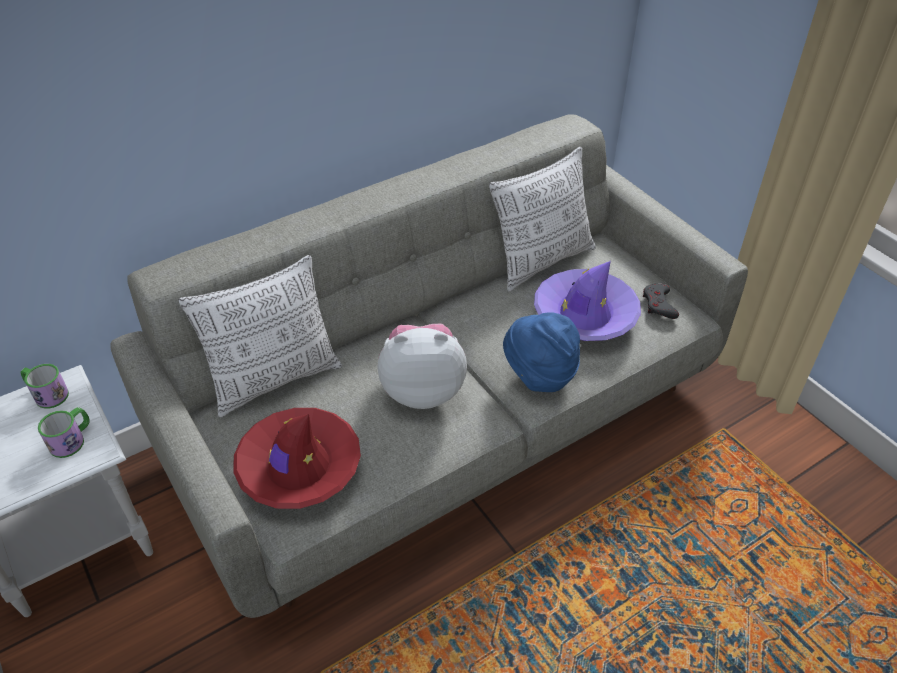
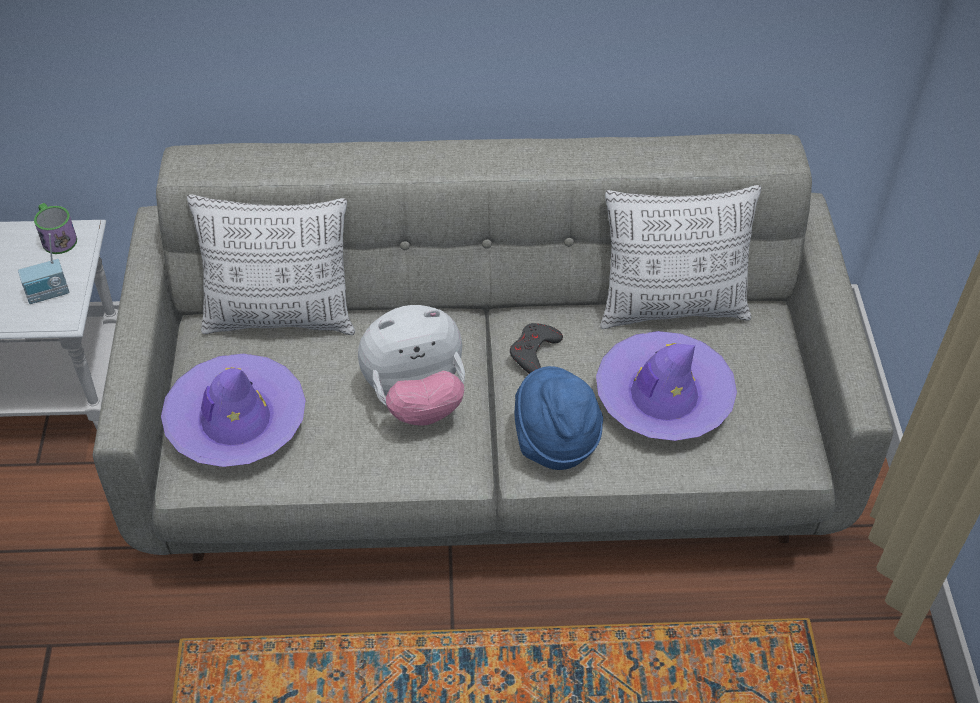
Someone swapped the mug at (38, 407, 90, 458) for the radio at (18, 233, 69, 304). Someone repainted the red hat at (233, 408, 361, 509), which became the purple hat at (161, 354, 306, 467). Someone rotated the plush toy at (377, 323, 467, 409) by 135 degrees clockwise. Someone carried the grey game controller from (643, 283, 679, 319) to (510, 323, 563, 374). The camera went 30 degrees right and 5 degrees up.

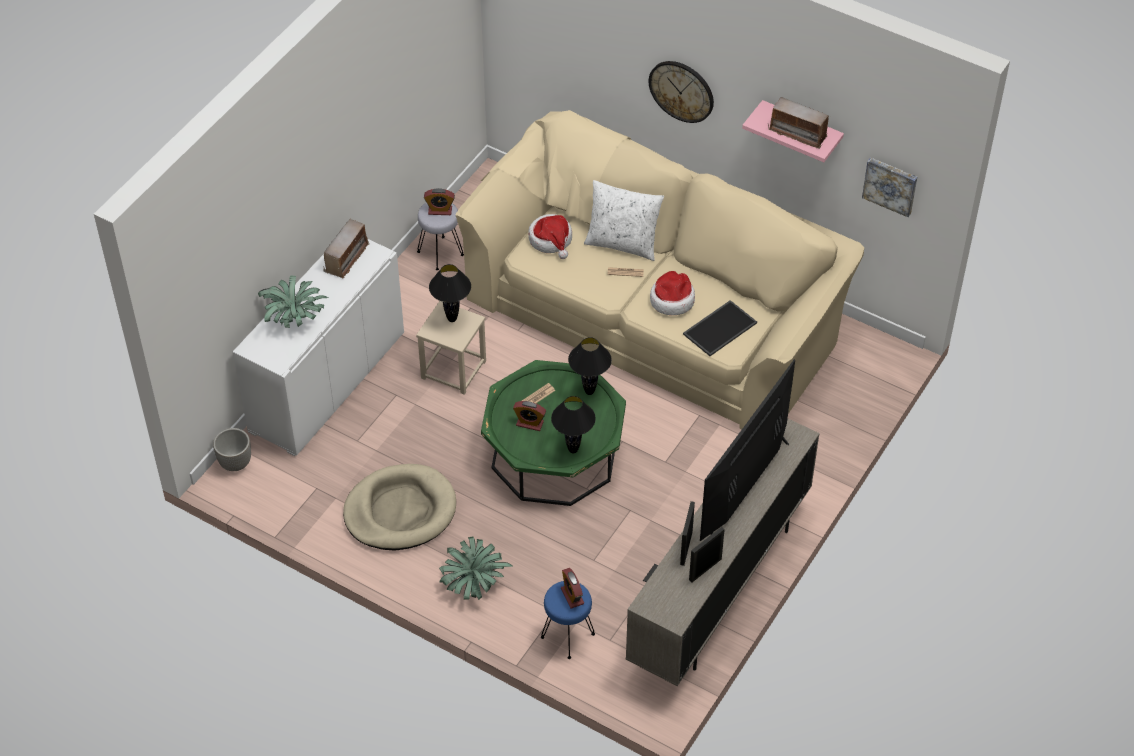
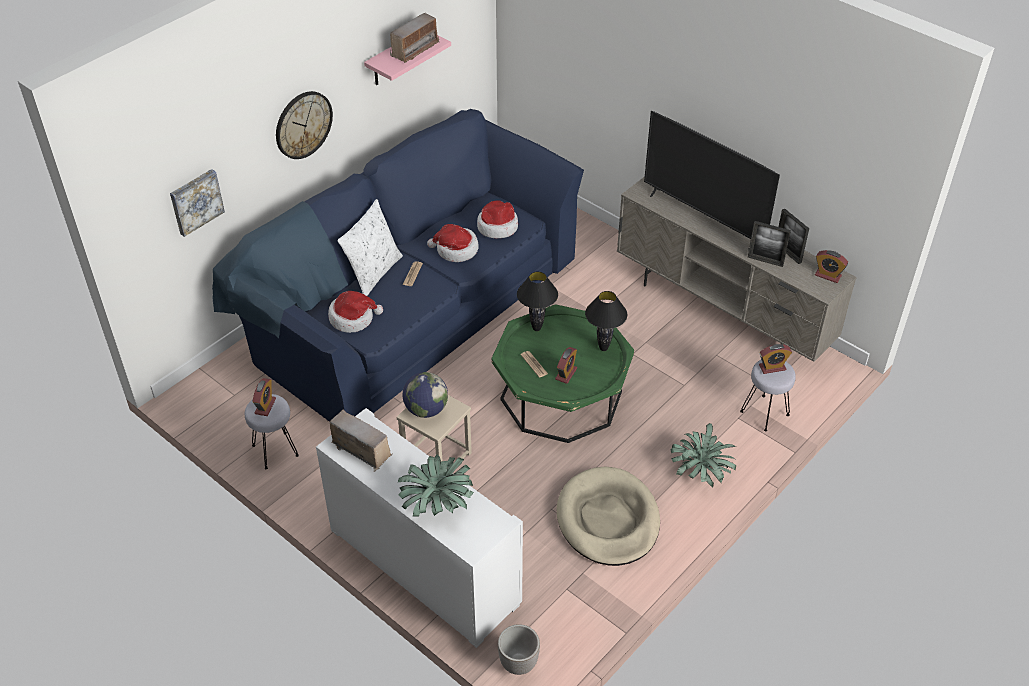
Someone carried the picture from (862, 157, 917, 217) to (170, 169, 225, 237). Someone repainted the beige sofa at (455, 110, 864, 429), which became the blue sofa at (212, 109, 584, 422). Someone swapped the black table lamp at (429, 264, 471, 322) for the globe at (402, 372, 448, 418). Someone swapped the tray at (683, 300, 757, 356) for the hat at (477, 200, 518, 238). Someone repainted the blue stool at (541, 581, 595, 659), which became the grey stool at (740, 360, 796, 431). Someone put down the alarm clock at (815, 250, 848, 283). The camera went 80 degrees left and 5 degrees down.

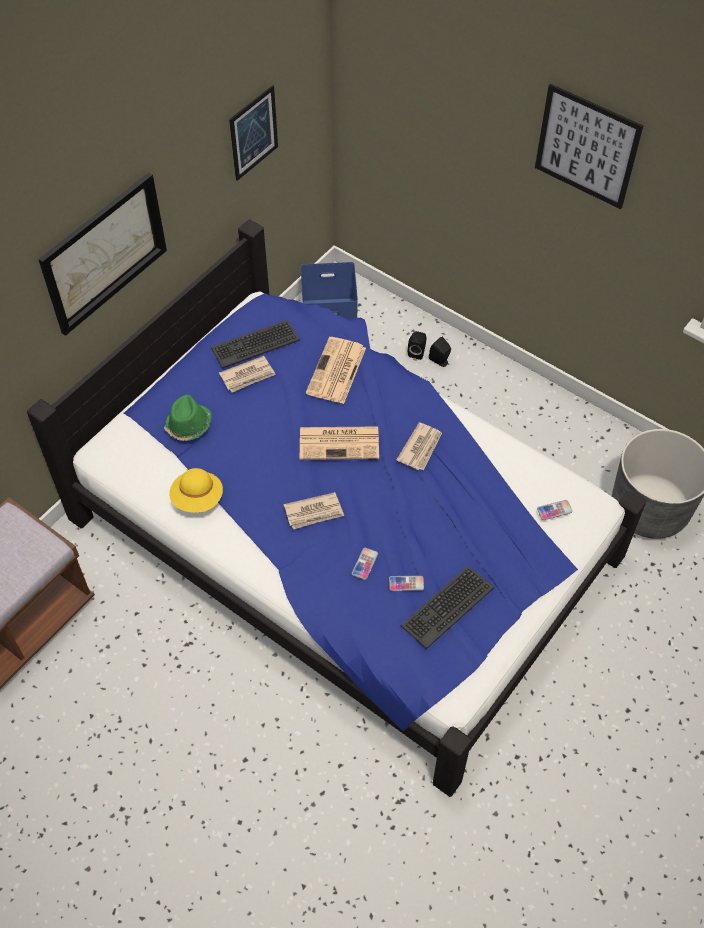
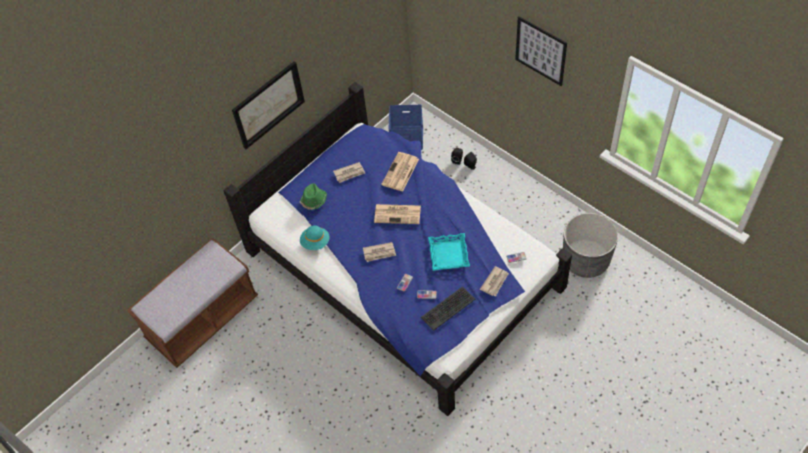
Someone repainted the yellow hat at (169, 468, 223, 513), which became the turquoise hat at (300, 225, 329, 250). Someone put down the turquoise tray at (428, 233, 470, 271). Someone carried the newspaper from (397, 422, 442, 470) to (480, 266, 509, 296). Someone took away the keyboard at (211, 320, 300, 369). Someone took away the picture at (229, 85, 278, 181). The camera went 10 degrees right and 0 degrees up.

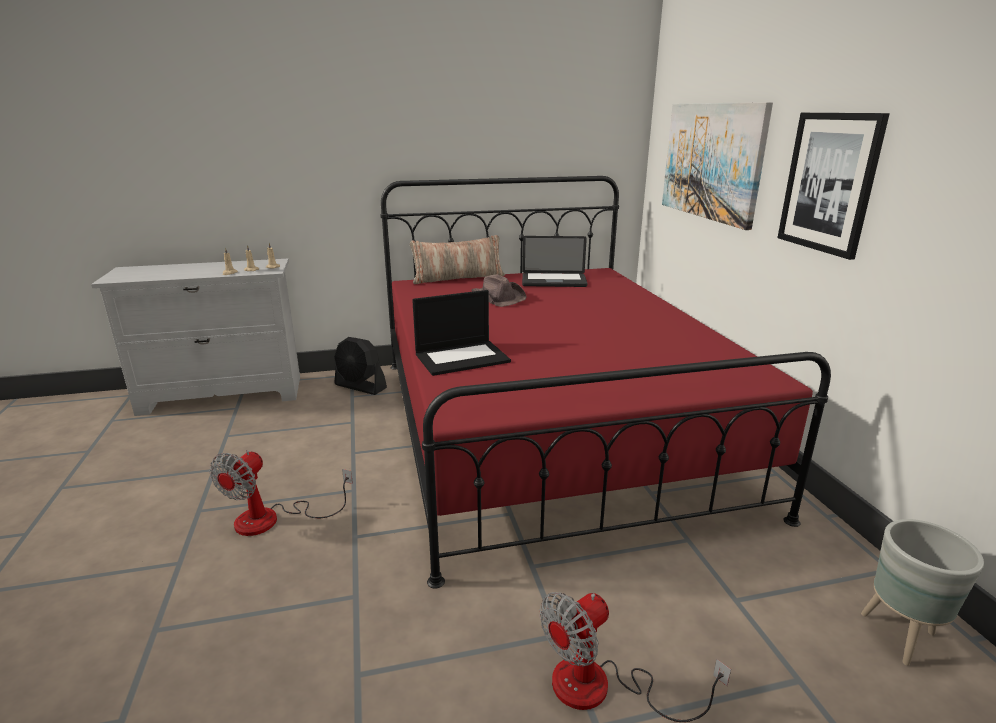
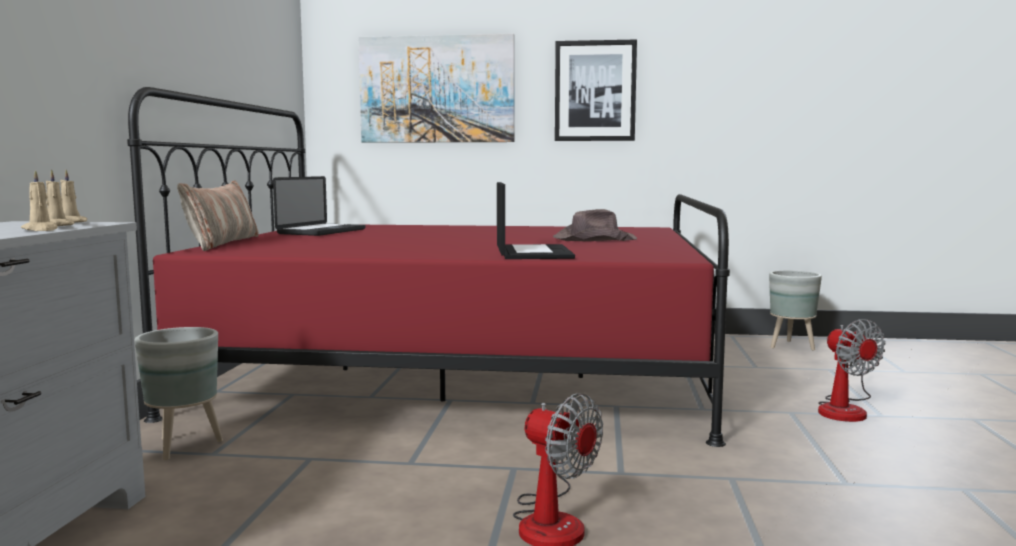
Someone swapped the black fan at (334, 337, 387, 395) for the grey planter at (135, 327, 223, 460). Someone carried the brown hat from (471, 274, 527, 307) to (553, 209, 637, 241). The camera went 70 degrees left and 15 degrees down.

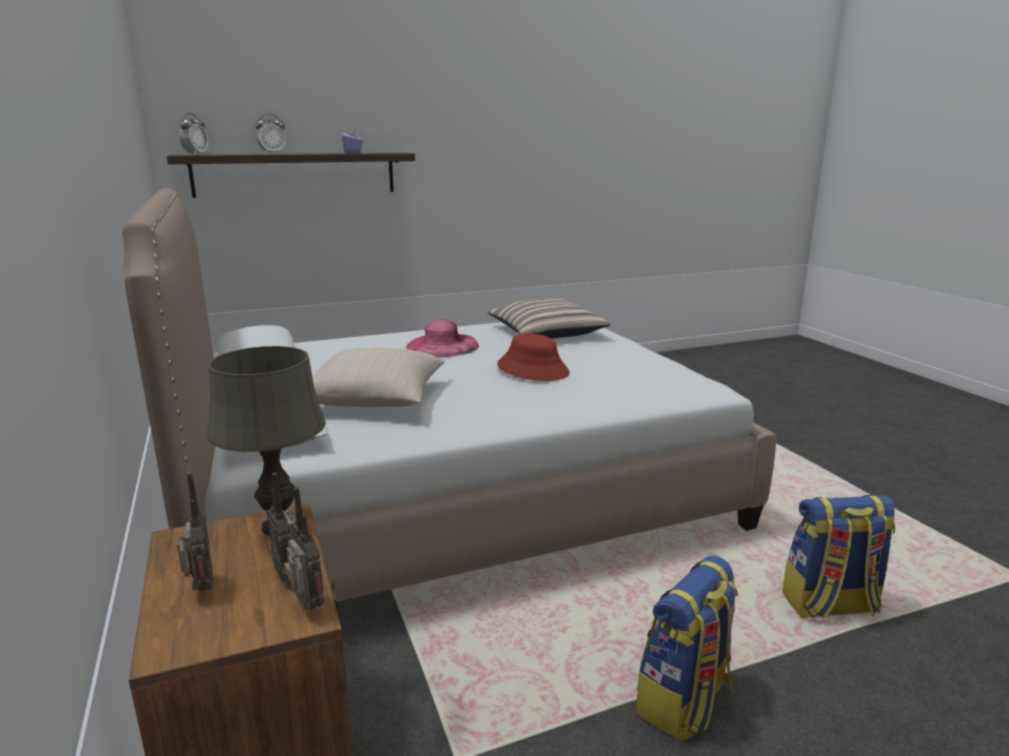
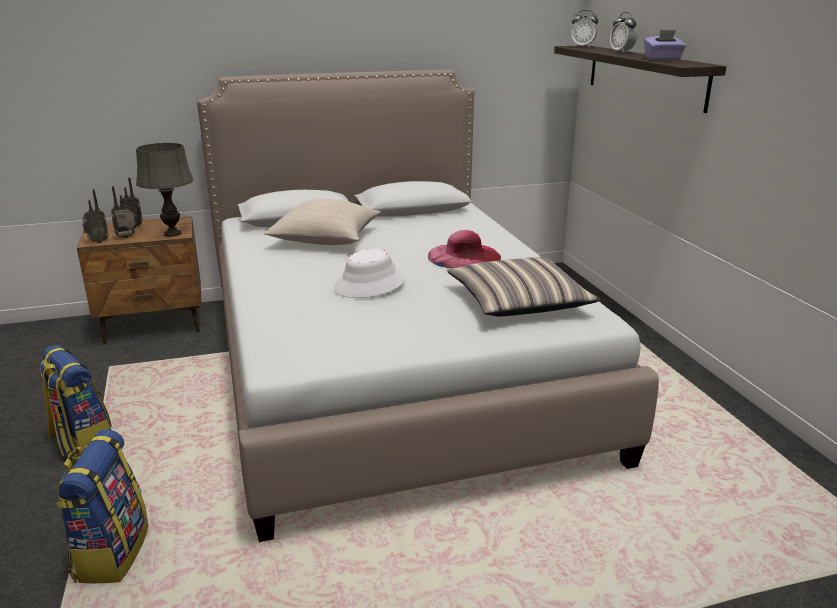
Someone repainted the red hat at (497, 333, 570, 381), which became the white hat at (334, 249, 405, 298). The camera went 95 degrees right and 5 degrees up.

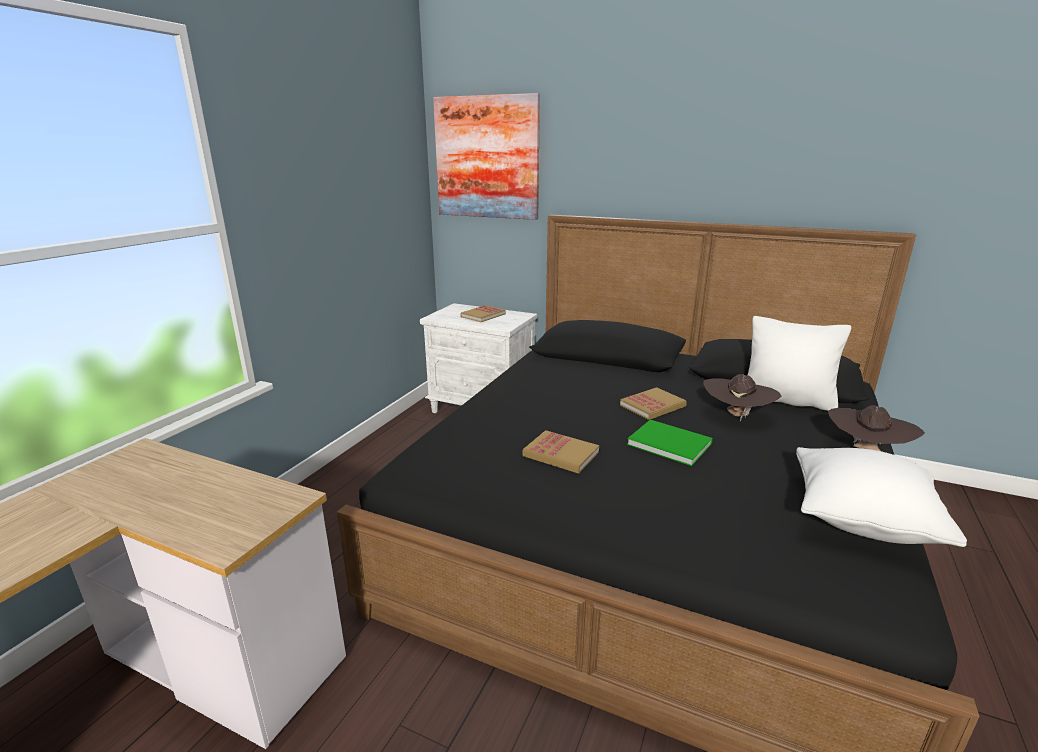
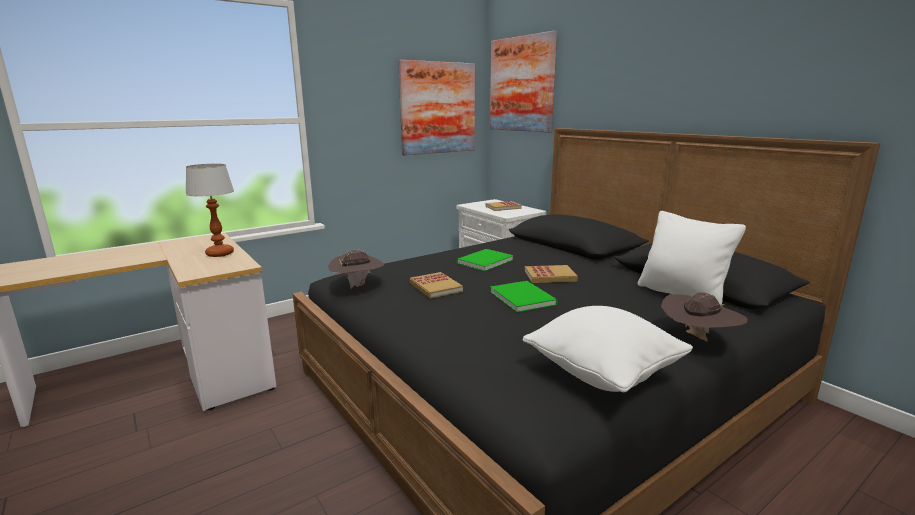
Someone put down the table lamp at (185, 164, 234, 257). Someone carried the brown hat from (704, 374, 781, 421) to (328, 250, 384, 289). Someone put up the picture at (398, 60, 475, 155). Someone put down the green book at (456, 249, 514, 271). The camera went 30 degrees right and 5 degrees down.

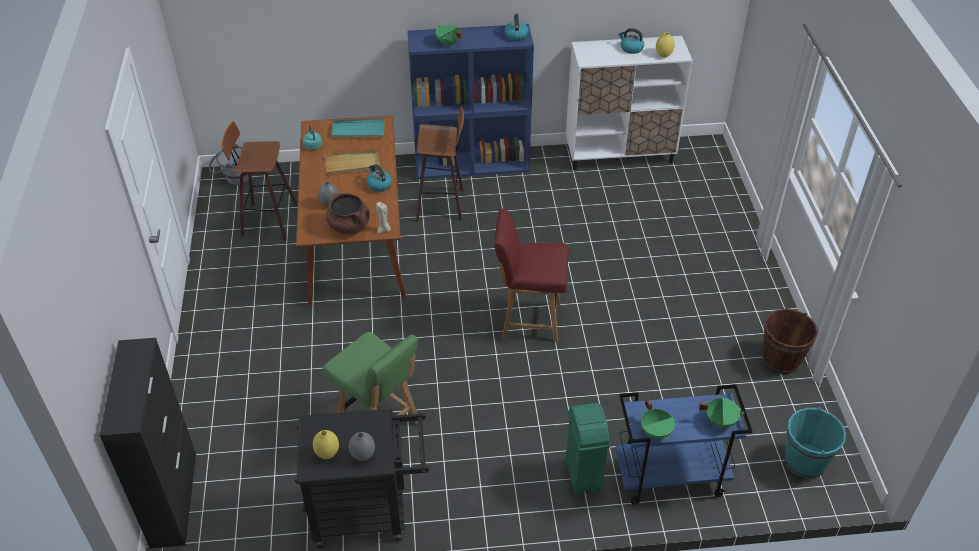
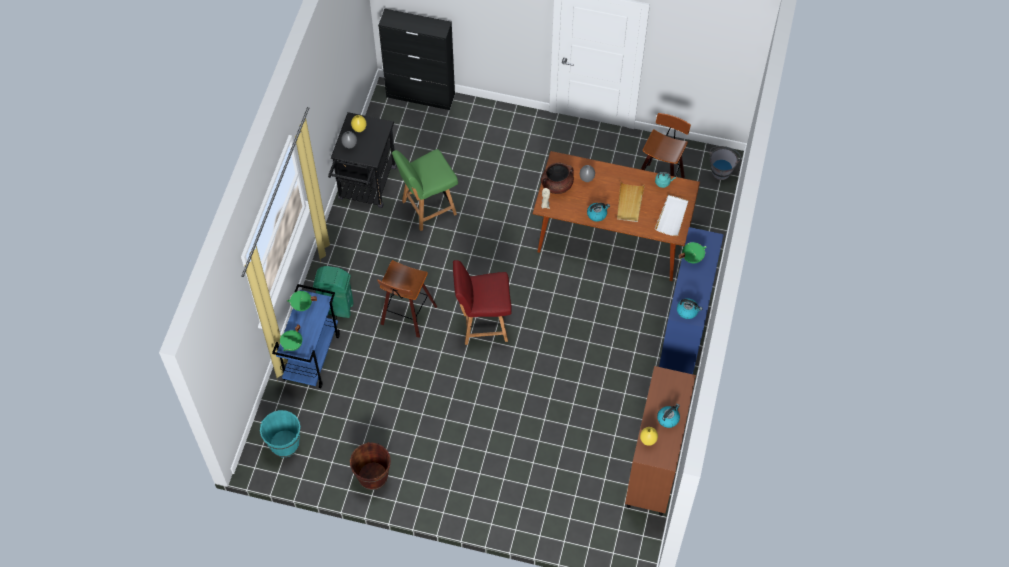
Someone carried the stool from (416, 107, 464, 222) to (377, 260, 437, 338). Someone rotated the red chair at (494, 208, 569, 342) by 120 degrees counterclockwise. Someone repainted the white cabinet at (566, 36, 693, 170), which became the brown cabinet at (625, 366, 696, 516). Someone repainted the turquoise tray at (331, 118, 385, 139), which became the white tray at (655, 195, 688, 236). The camera went 110 degrees right and 15 degrees up.

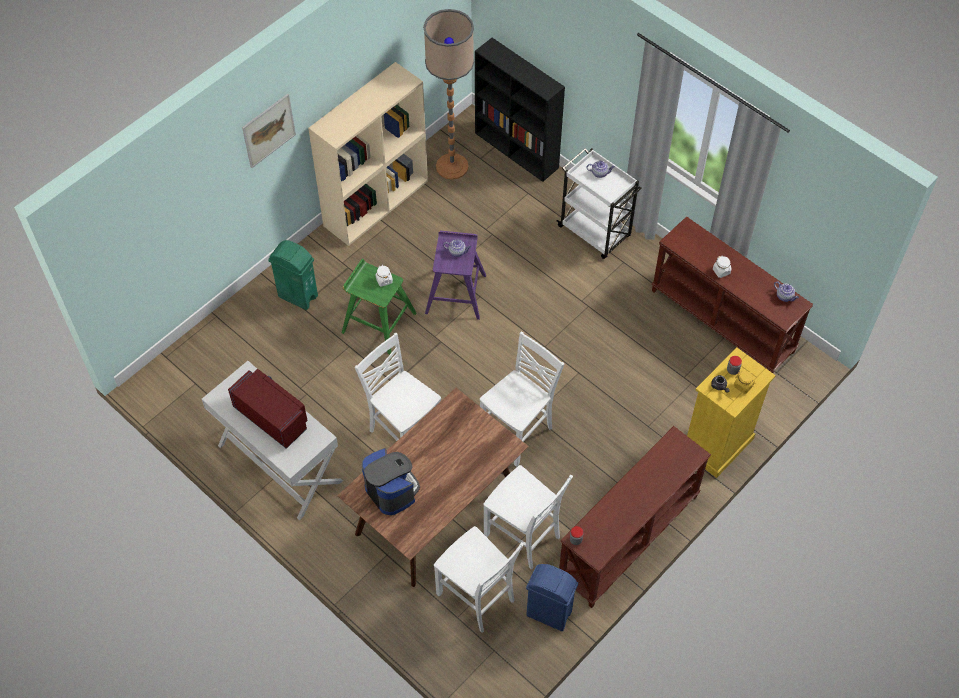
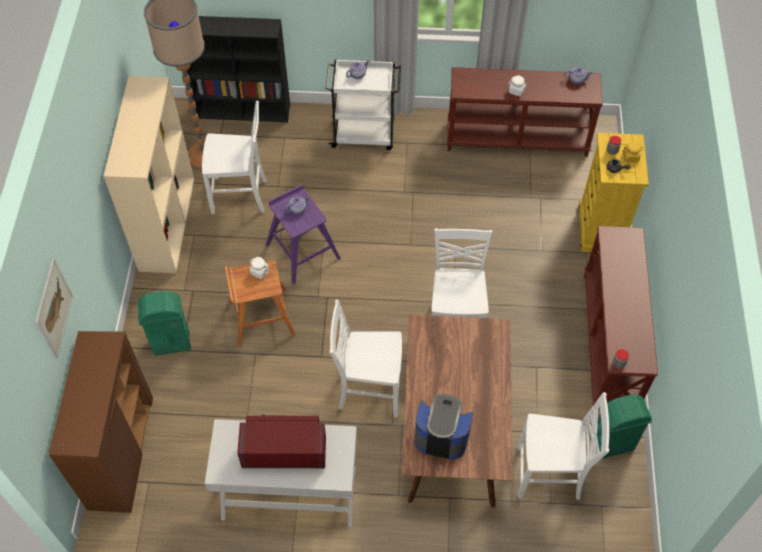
Someone carried the picture from (242, 94, 296, 168) to (35, 259, 73, 358). Someone put down the brown cabinet at (48, 331, 153, 513). Someone carried the white chair from (484, 465, 573, 570) to (202, 101, 267, 214). Someone repainted the green stool at (342, 259, 416, 354), which became the brown stool at (225, 260, 296, 348). Someone repainted the blue trash can at (526, 564, 578, 631), which became the green trash can at (590, 394, 652, 458). The camera went 40 degrees left and 0 degrees up.

